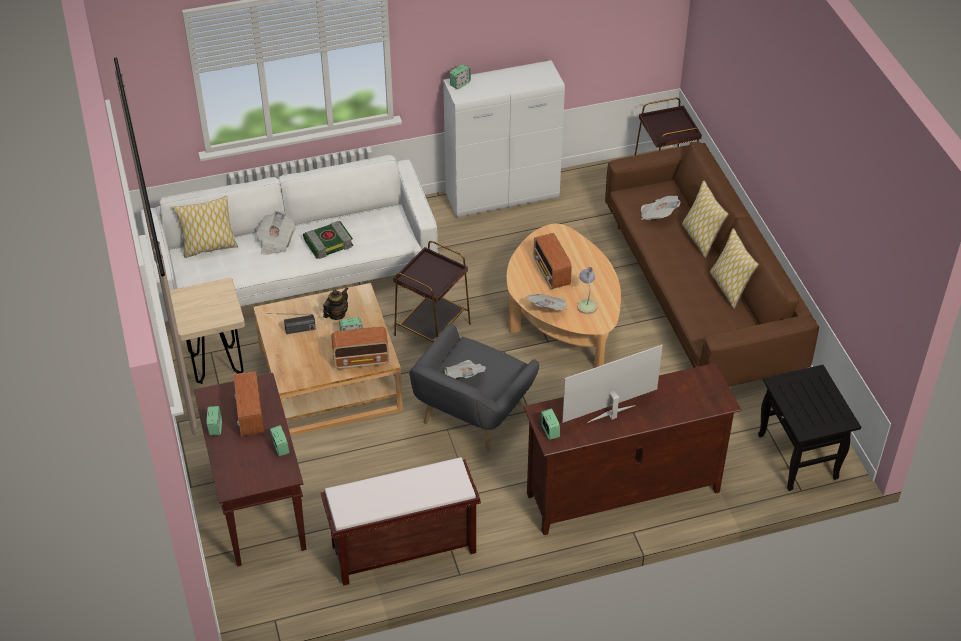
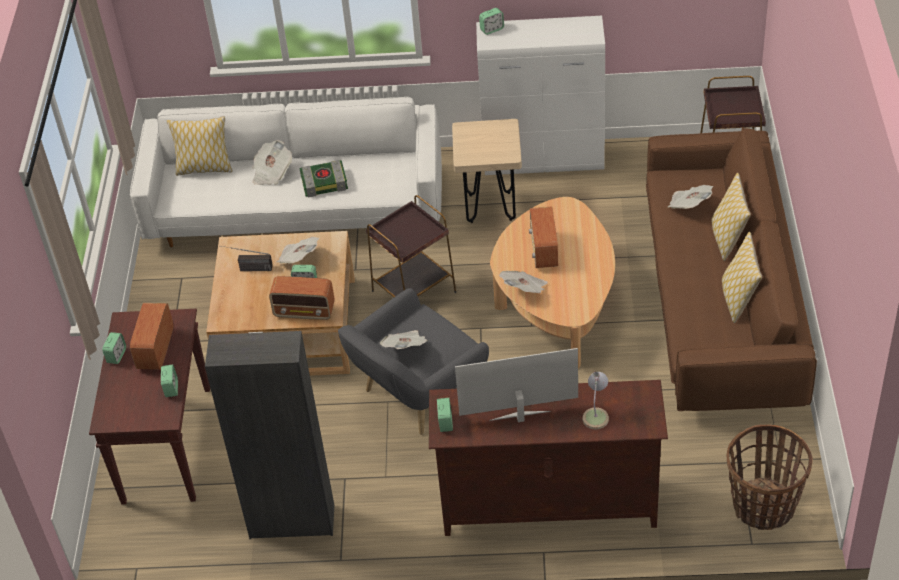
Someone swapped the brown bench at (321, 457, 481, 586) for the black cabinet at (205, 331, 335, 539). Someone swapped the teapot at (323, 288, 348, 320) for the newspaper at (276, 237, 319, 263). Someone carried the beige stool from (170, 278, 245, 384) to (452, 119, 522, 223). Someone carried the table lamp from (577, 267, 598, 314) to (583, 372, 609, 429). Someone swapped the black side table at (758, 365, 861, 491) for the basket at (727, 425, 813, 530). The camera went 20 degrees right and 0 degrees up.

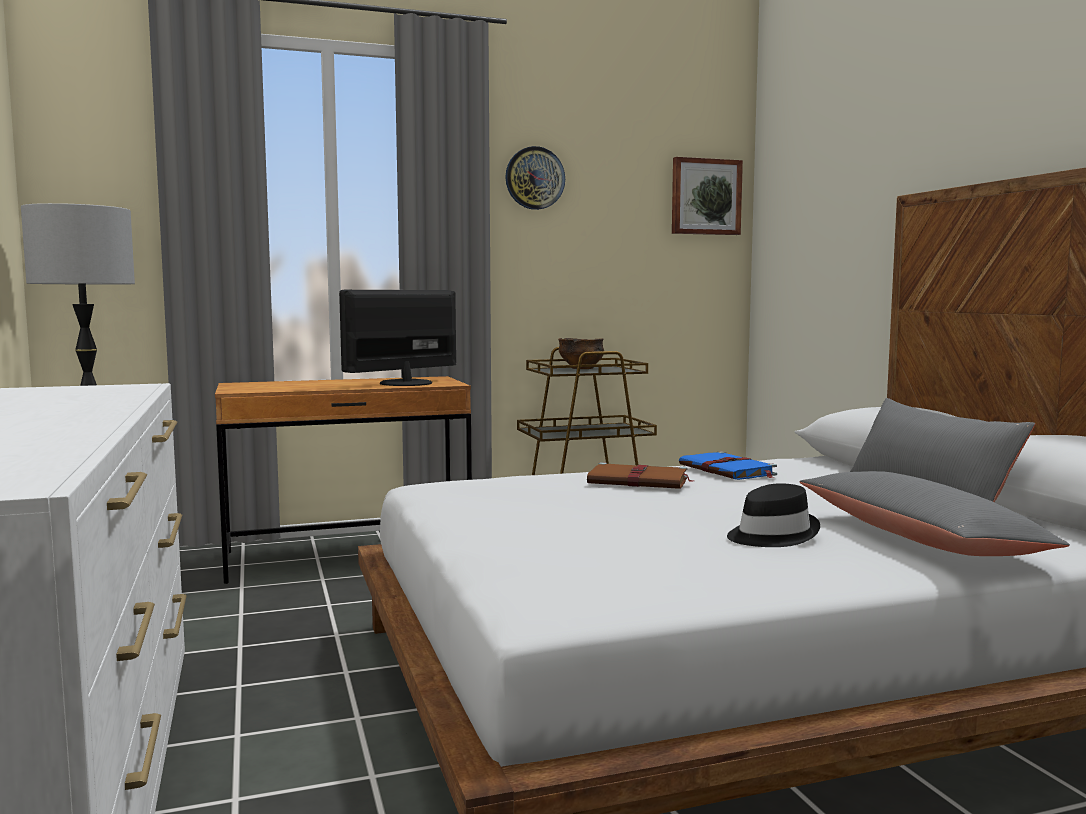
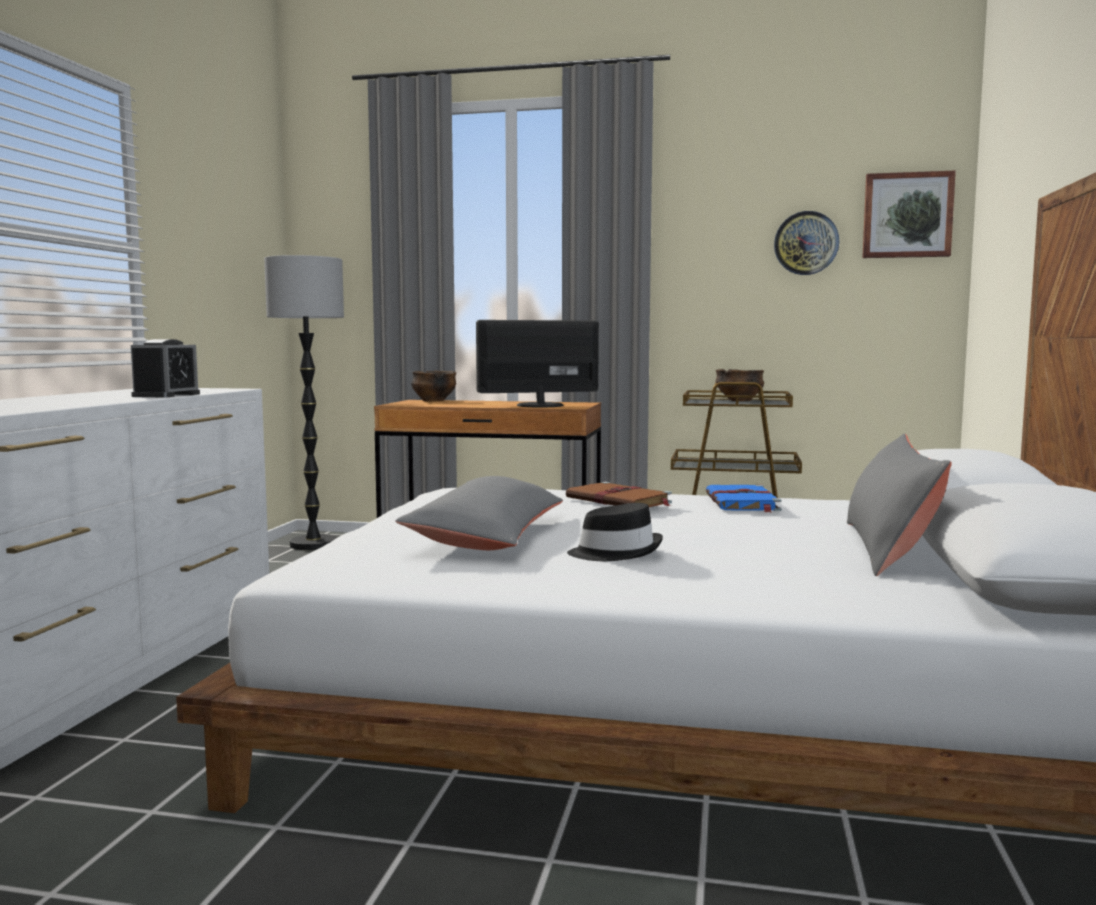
Someone put down the alarm clock at (131, 339, 200, 398). Someone carried the grey pillow from (800, 471, 1070, 556) to (395, 476, 563, 550). Someone put down the bowl at (411, 371, 457, 401). Someone carried the wall clock from (505, 146, 565, 210) to (774, 211, 839, 275). The camera went 30 degrees right and 0 degrees up.

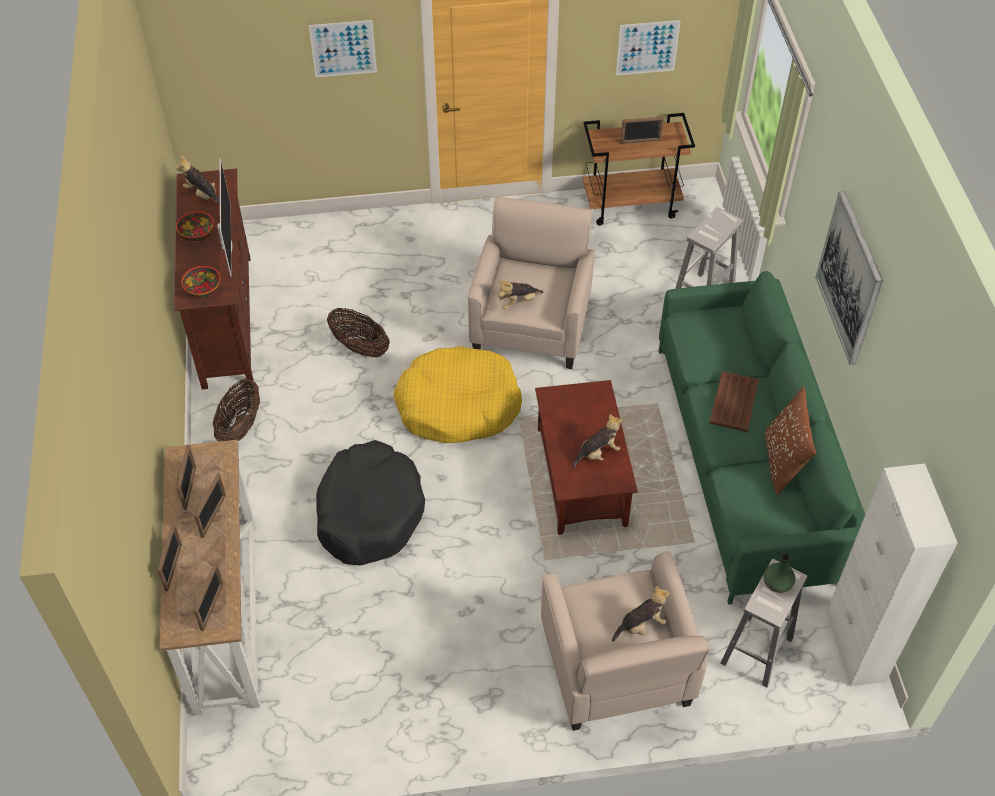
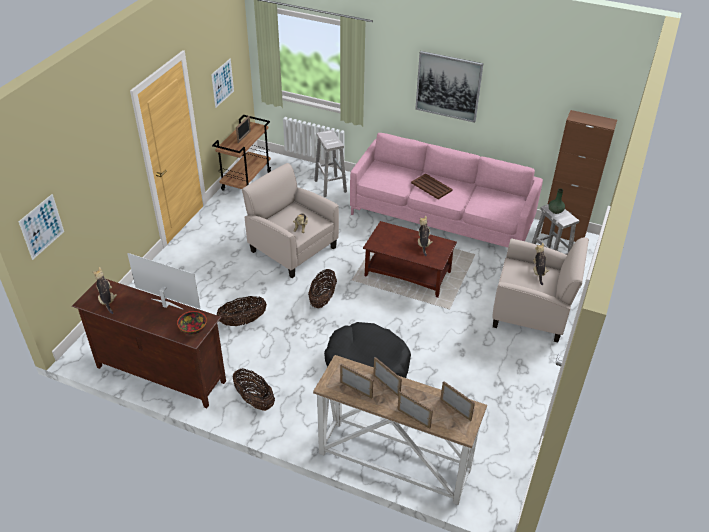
Someone carried the picture from (309, 20, 377, 78) to (19, 194, 64, 260). Someone rotated the plush toy at (175, 155, 220, 204) by 90 degrees clockwise. Someone swapped the yellow dog bed at (394, 346, 522, 443) for the basket at (308, 269, 337, 308). Someone repainted the green sofa at (659, 271, 865, 605), which became the pink sofa at (350, 133, 543, 247). Someone repainted the white cabinet at (826, 464, 958, 686), which became the brown cabinet at (541, 110, 617, 242). Someone took away the bowl at (176, 211, 214, 242). Someone took away the brown pillow at (765, 387, 816, 495). The camera went 60 degrees left and 10 degrees down.

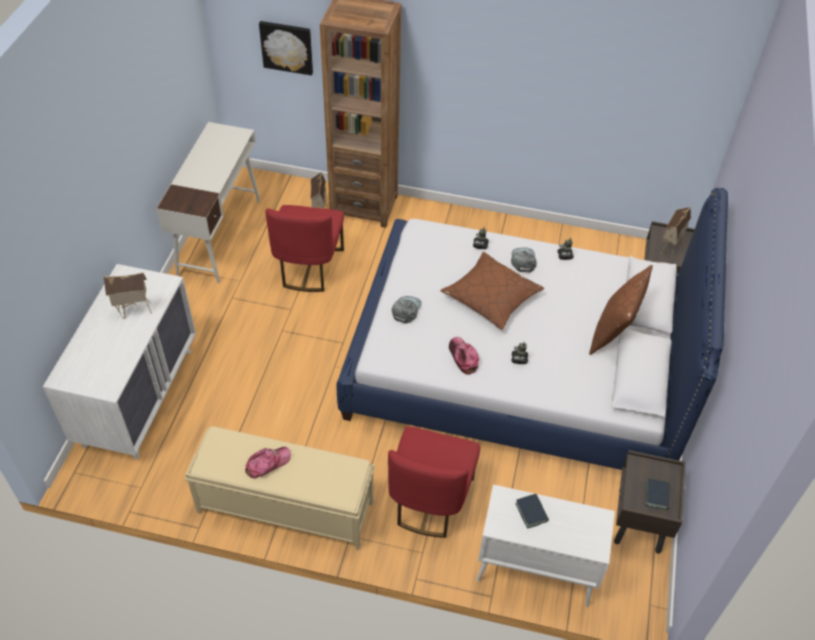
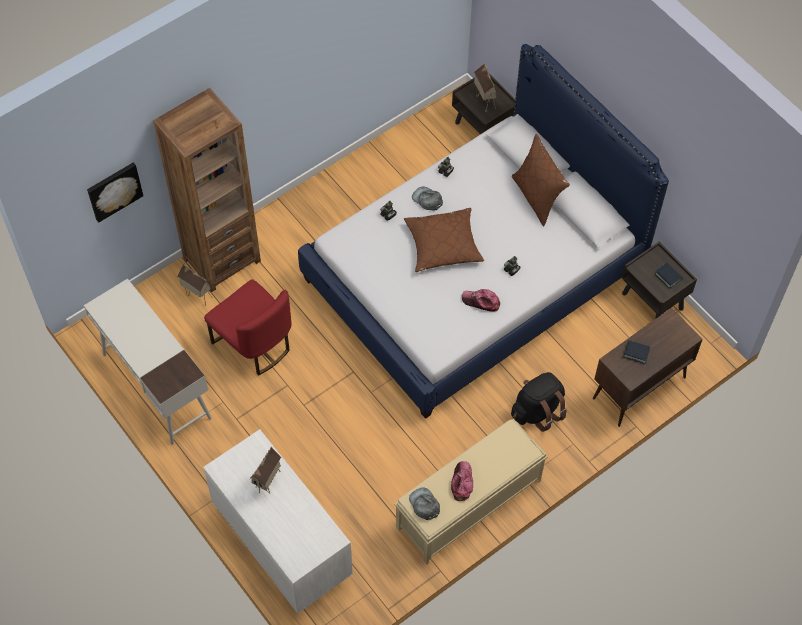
Someone carried the grey cap from (391, 296, 422, 323) to (409, 488, 440, 520). Someone swapped the red chair at (388, 426, 480, 538) for the black backpack at (511, 372, 567, 432). Someone repainted the white cabinet at (477, 485, 615, 607), which became the brown cabinet at (593, 308, 703, 427). The camera went 50 degrees left and 10 degrees up.

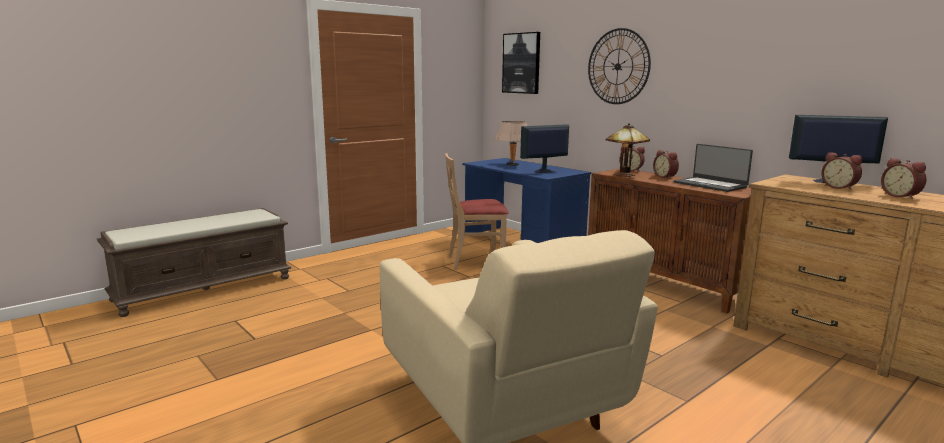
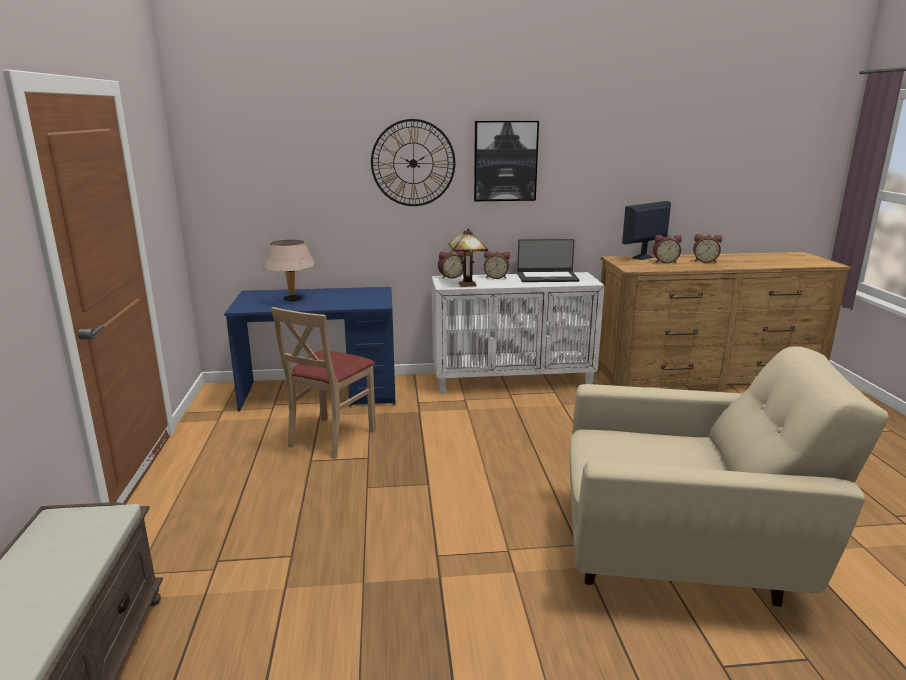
Someone repainted the brown cabinet at (588, 168, 752, 313), which became the white cabinet at (432, 272, 605, 394). Someone carried the picture from (502, 32, 540, 94) to (474, 121, 539, 201). Someone took away the monitor at (520, 124, 569, 173). The camera went 55 degrees left and 5 degrees up.

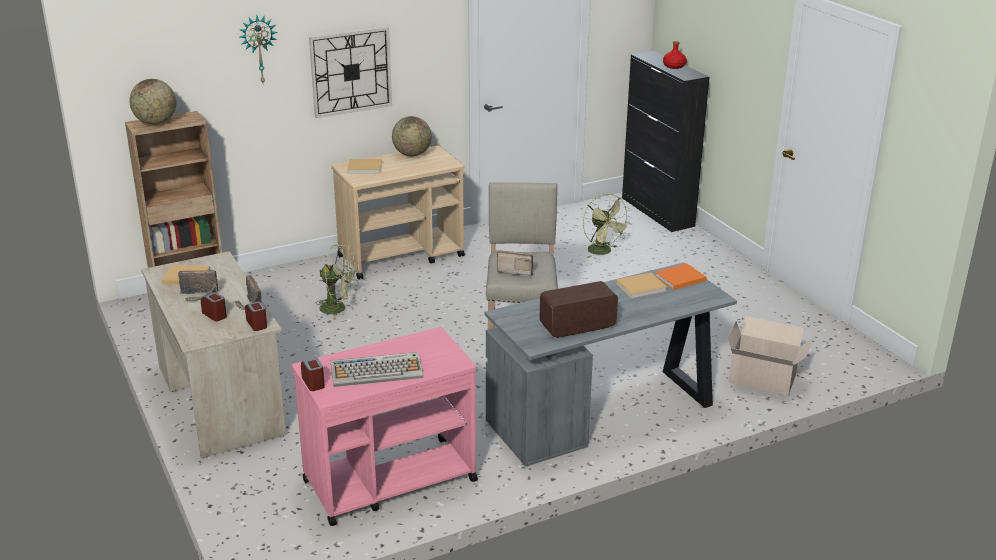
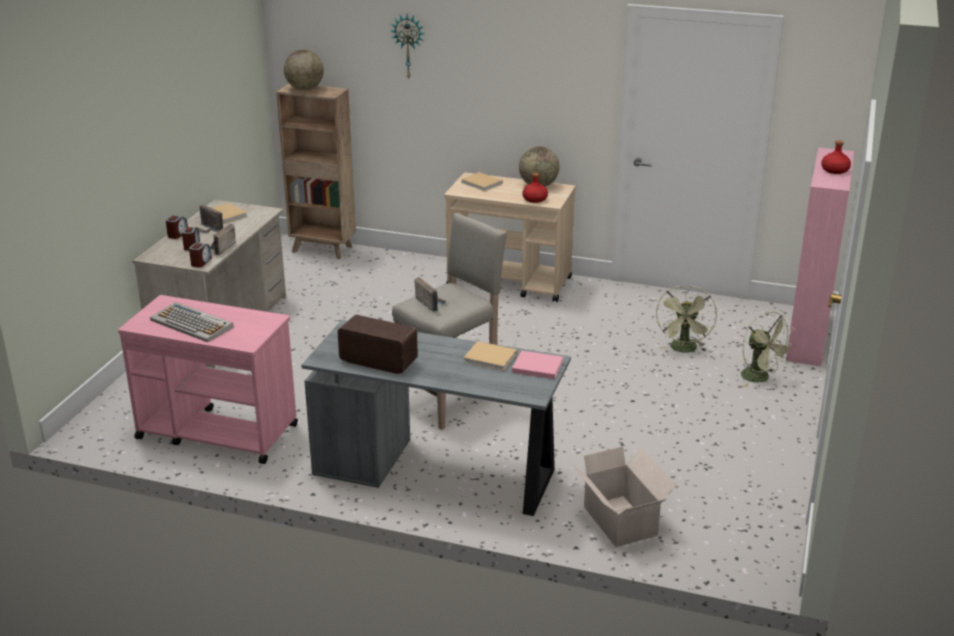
Someone carried the alarm clock from (301, 358, 325, 391) to (166, 215, 188, 239). Someone repainted the orange book at (655, 263, 707, 290), which became the pink book at (512, 350, 563, 379). Someone put down the red bottle at (522, 173, 548, 203). Someone carried the green fan from (315, 245, 358, 320) to (741, 311, 795, 387). Someone repainted the black cabinet at (622, 51, 710, 232), which became the pink cabinet at (786, 147, 854, 366). Someone took away the wall clock at (309, 27, 392, 118). The camera went 45 degrees right and 0 degrees up.

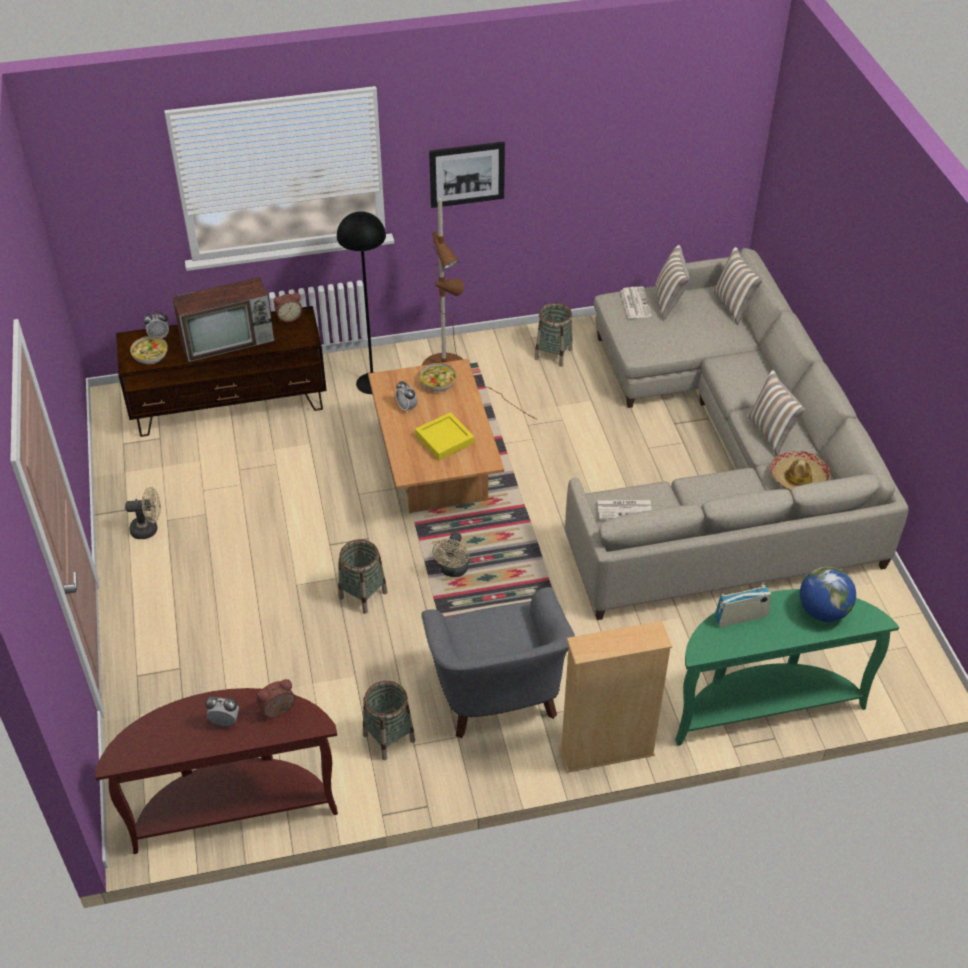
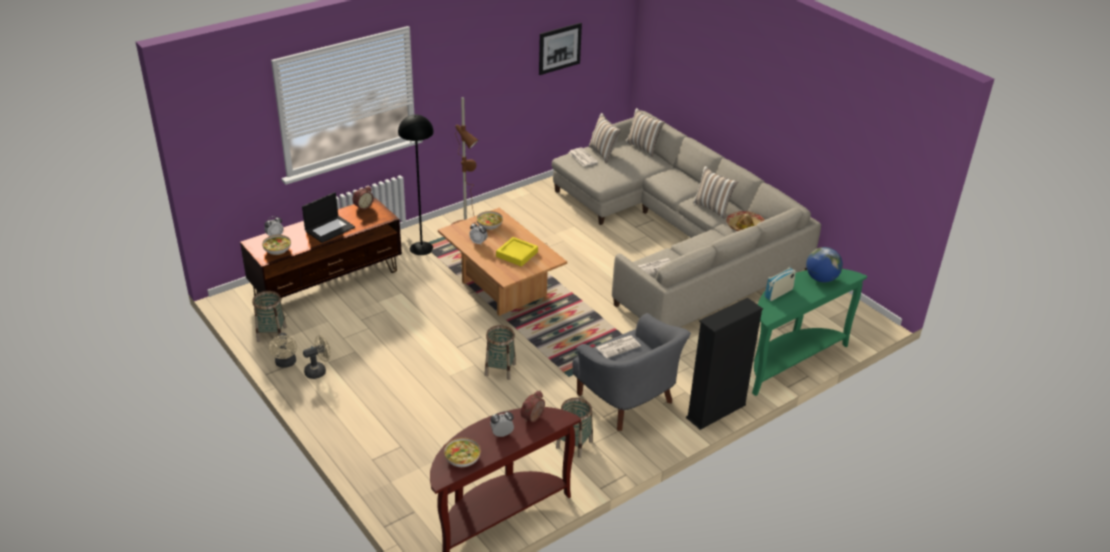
Someone carried the basket from (535, 303, 572, 367) to (252, 291, 287, 342). Someone carried the beige fan from (432, 532, 469, 577) to (268, 333, 297, 368). Someone swapped the television at (172, 277, 274, 362) for the laptop at (302, 192, 355, 243). Someone put down the bowl at (444, 438, 481, 467). Someone carried the picture from (429, 142, 505, 208) to (539, 23, 582, 75). Someone put down the newspaper at (596, 335, 641, 358). Someone repainted the beige bookcase at (559, 621, 672, 773), which became the black bookcase at (686, 298, 763, 430). The camera went 25 degrees left and 10 degrees down.

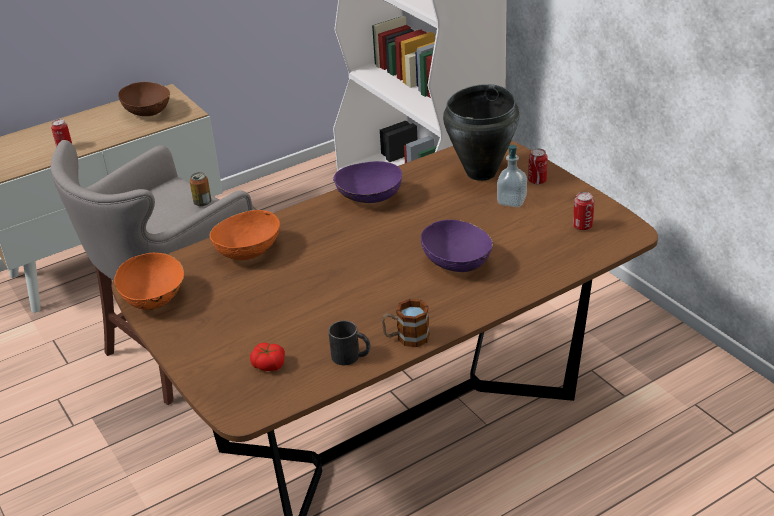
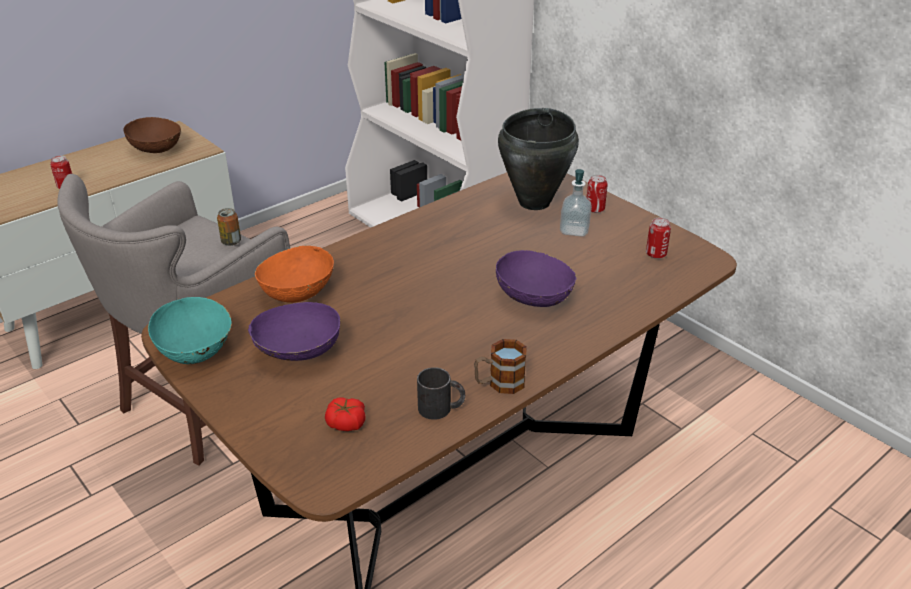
Someone repainted the orange bowl at (115, 253, 184, 310), which became the turquoise bowl at (148, 297, 232, 364). Someone carried the purple bowl from (333, 161, 402, 203) to (248, 302, 341, 361). The camera went 10 degrees left and 0 degrees up.

